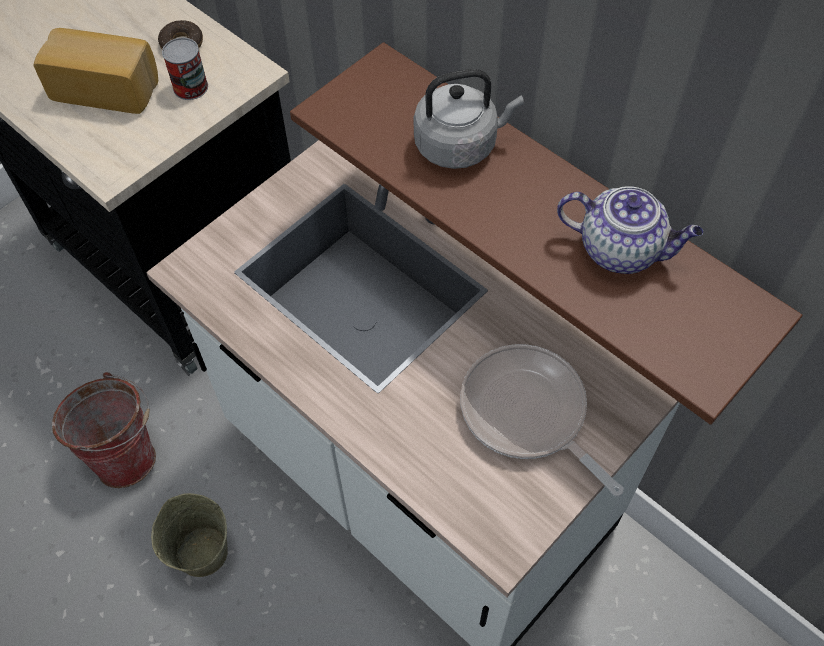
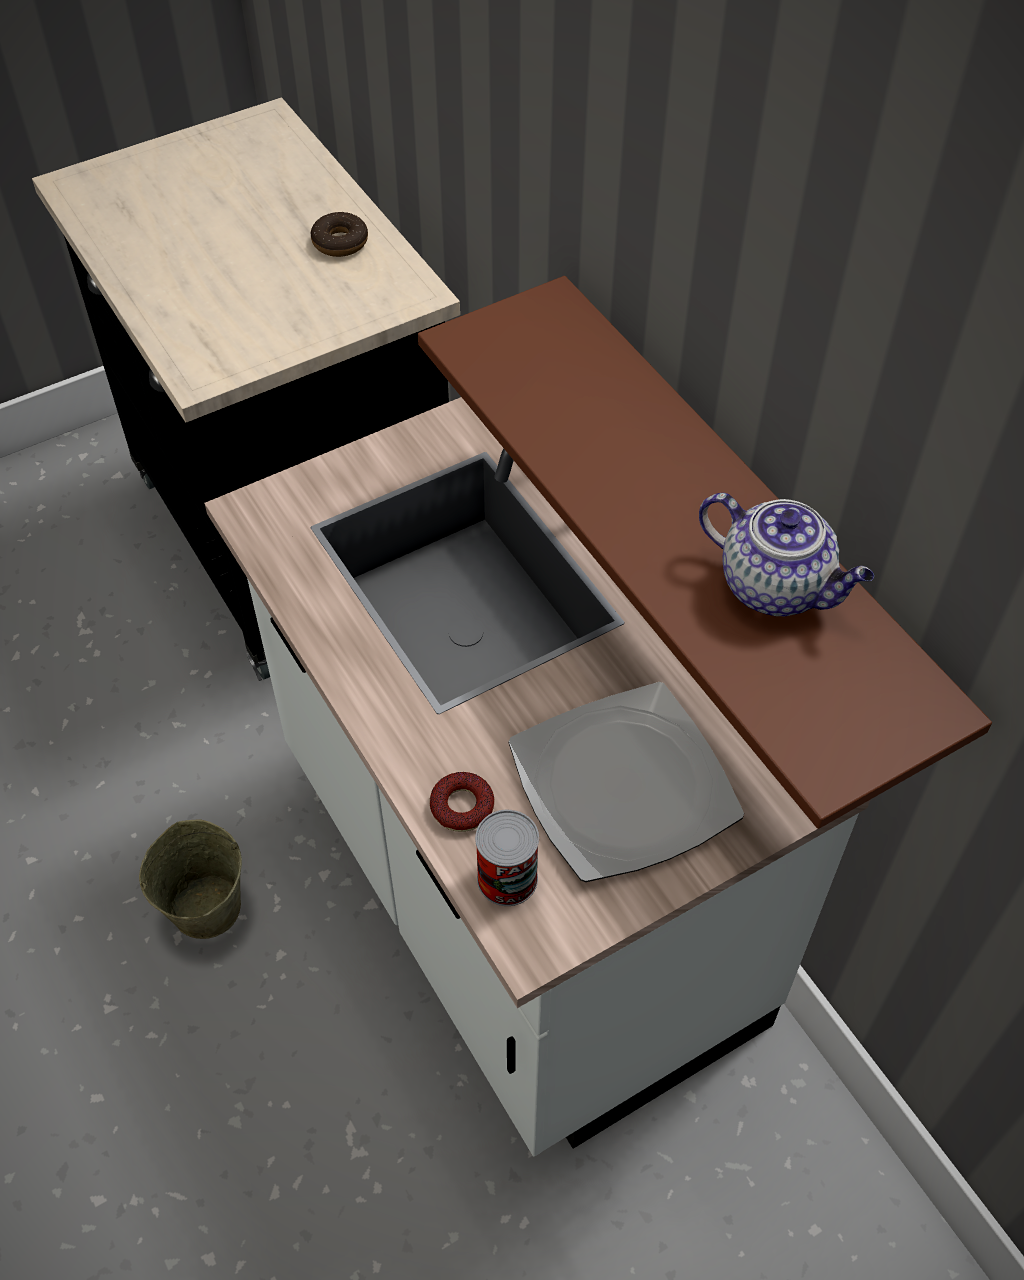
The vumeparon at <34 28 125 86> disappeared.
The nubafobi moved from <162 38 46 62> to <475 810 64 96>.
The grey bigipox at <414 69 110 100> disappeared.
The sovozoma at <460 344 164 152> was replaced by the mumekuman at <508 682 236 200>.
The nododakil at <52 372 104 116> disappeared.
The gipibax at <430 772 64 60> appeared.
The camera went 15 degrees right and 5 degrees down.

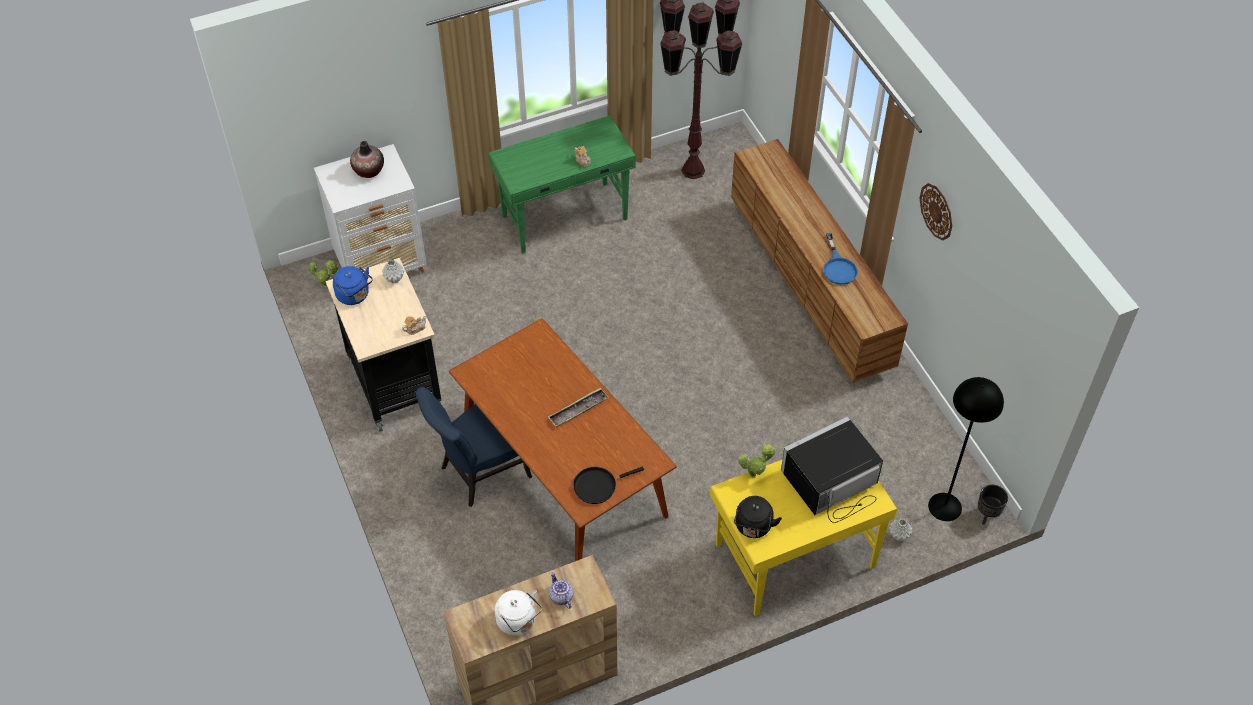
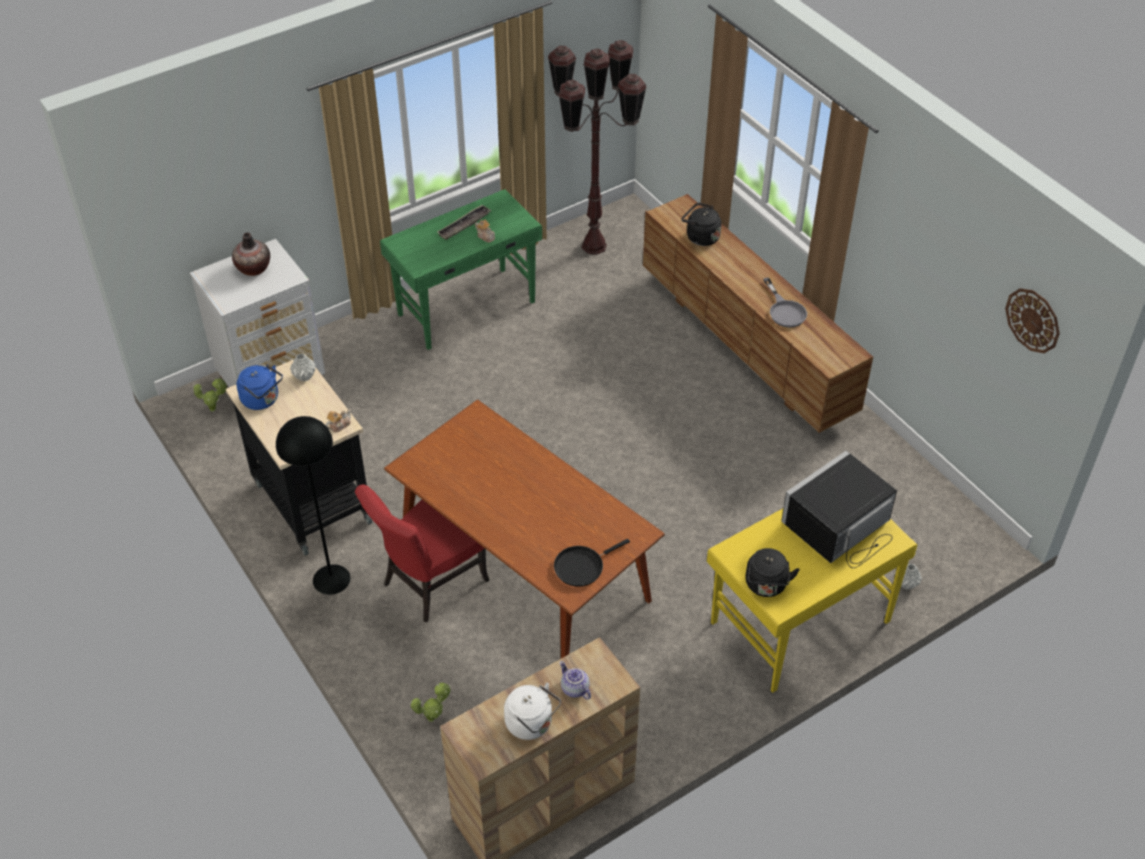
The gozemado moved from <919 183 33 58> to <1005 288 55 65>.
The blue sovozoma at <823 233 35 52> became the grey sovozoma at <763 278 44 50>.
The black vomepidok moved from <928 377 76 144> to <276 416 74 179>.
The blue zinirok at <416 387 116 120> became the red zinirok at <355 484 134 138>.
The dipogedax moved from <548 388 61 39> to <437 205 55 35>.
The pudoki moved from <739 444 37 34> to <411 683 39 39>.
The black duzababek at <978 485 30 40> disappeared.
The black bigipox at <682 203 39 43> appeared.
The camera went 10 degrees left and 5 degrees down.

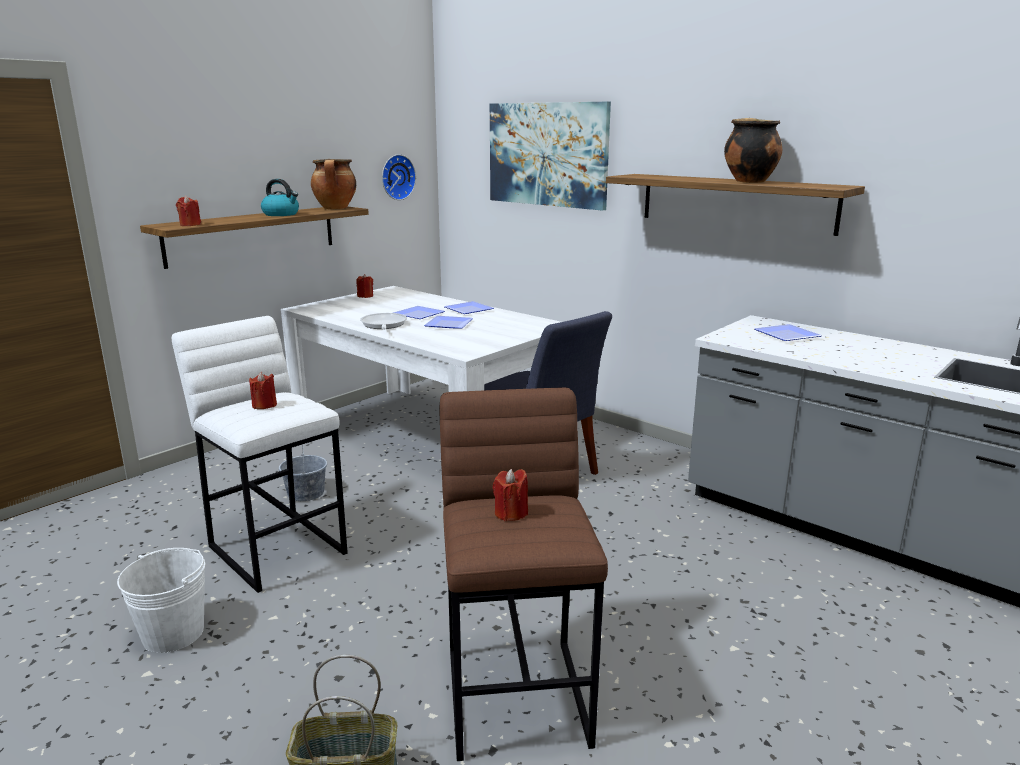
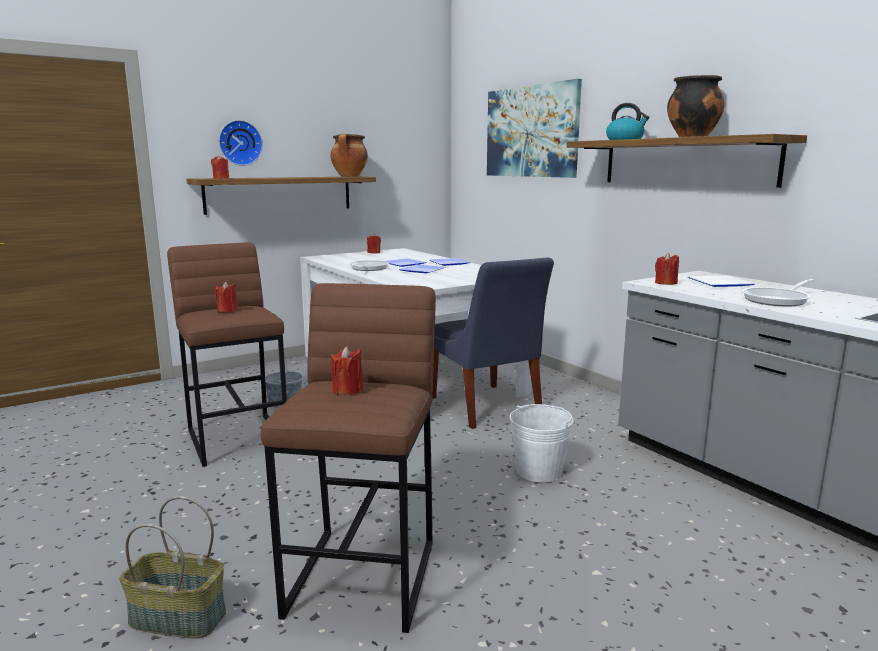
The gozemado moved from <382 154 34 46> to <219 120 44 46>.
The bigipox moved from <261 179 38 37> to <606 103 44 37>.
The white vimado at <172 316 176 277> became the brown vimado at <167 243 120 224>.
The white nododakil moved from <117 548 89 105> to <510 404 64 78>.
The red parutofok at <655 253 24 32> appeared.
The sovozoma at <742 279 72 28> appeared.
The camera went 15 degrees right and 5 degrees down.

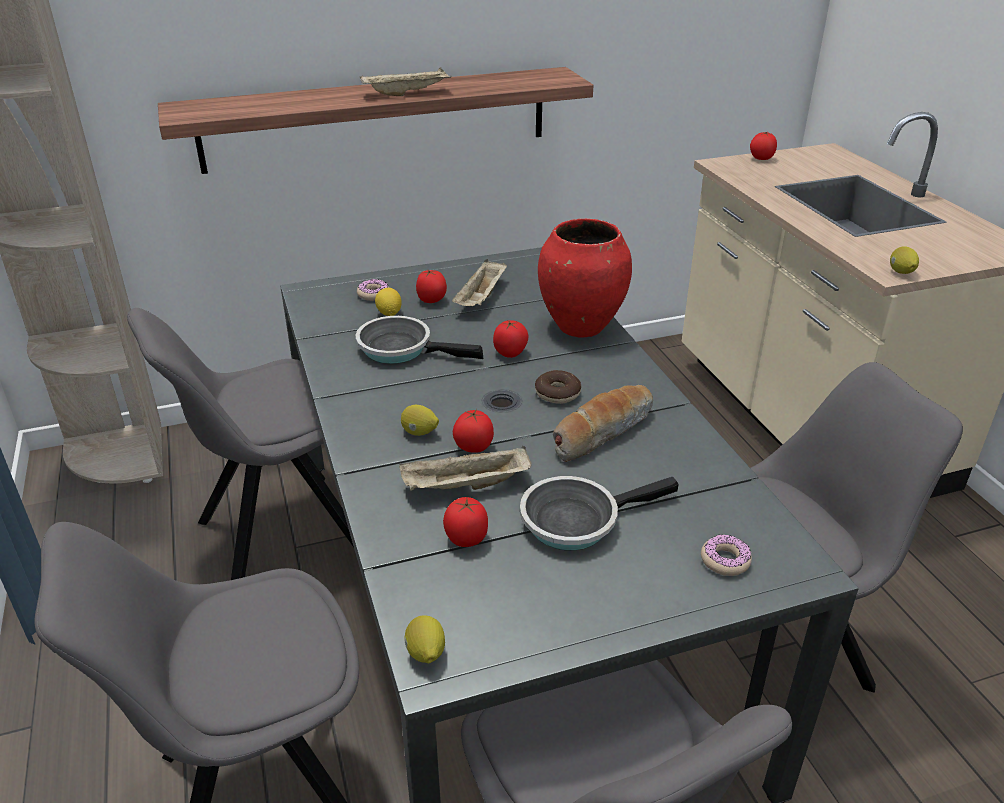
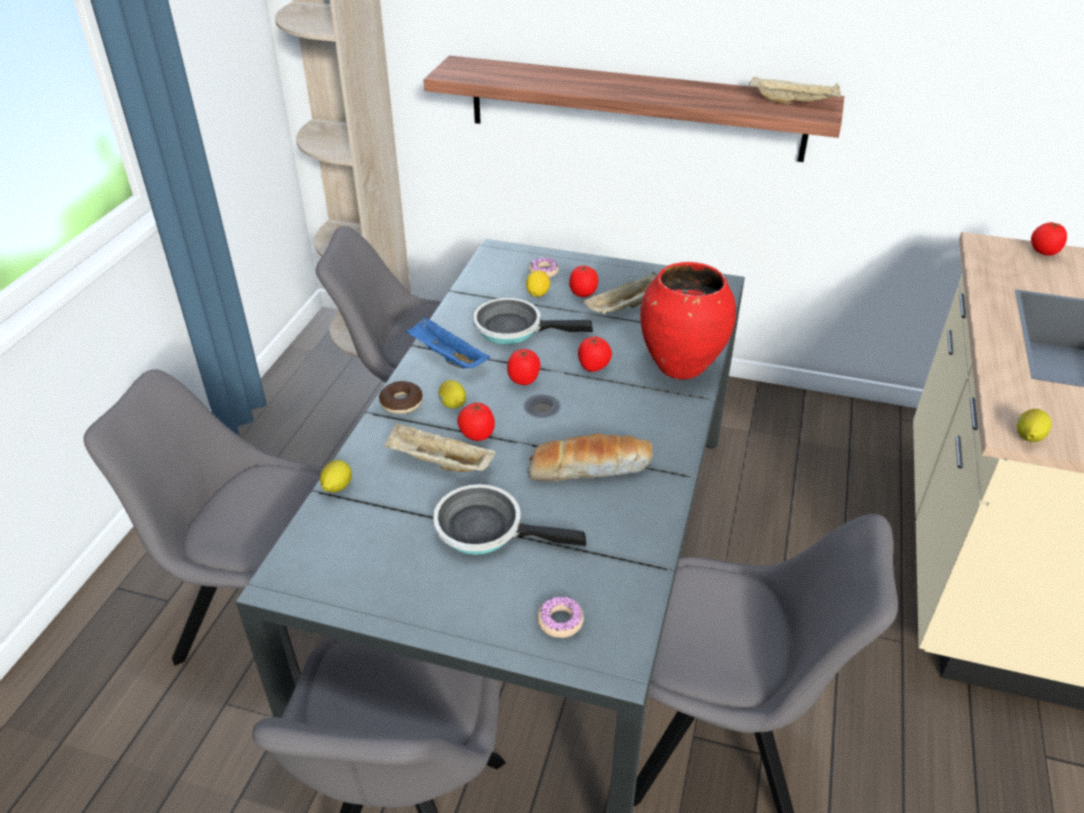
The beige dipogedax moved from <360 67 92 29> to <749 76 92 29>.
The sovozoma at <356 316 127 48> turned 45 degrees counterclockwise.
The gipibax moved from <535 370 46 34> to <379 381 44 33>.
The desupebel moved from <443 497 45 50> to <507 349 34 36>.
The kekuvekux moved from <404 615 41 48> to <320 460 32 32>.
The blue dipogedax at <406 317 84 52> appeared.
The camera went 35 degrees right and 5 degrees up.

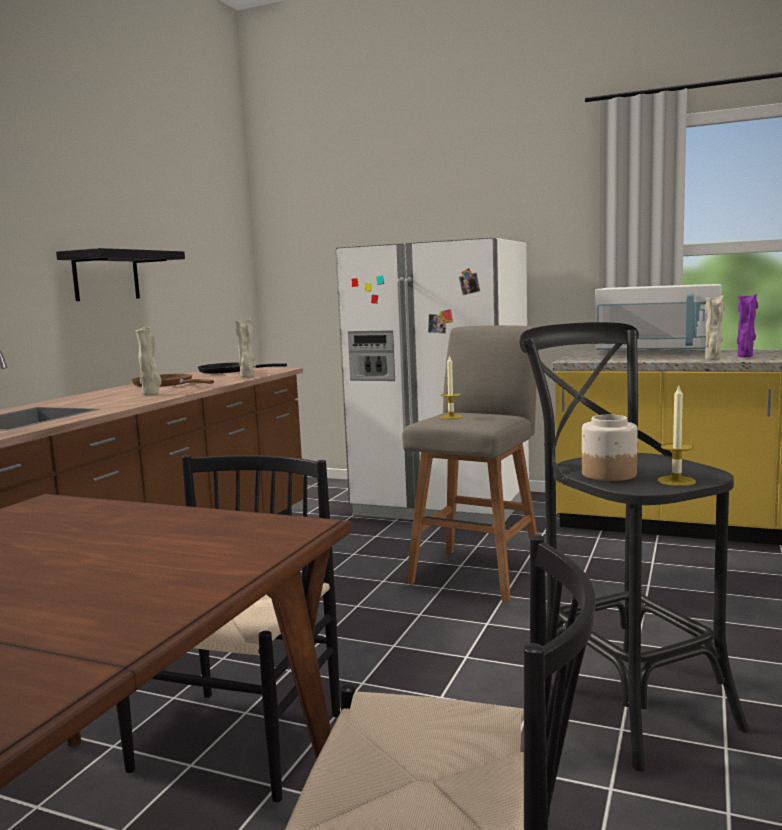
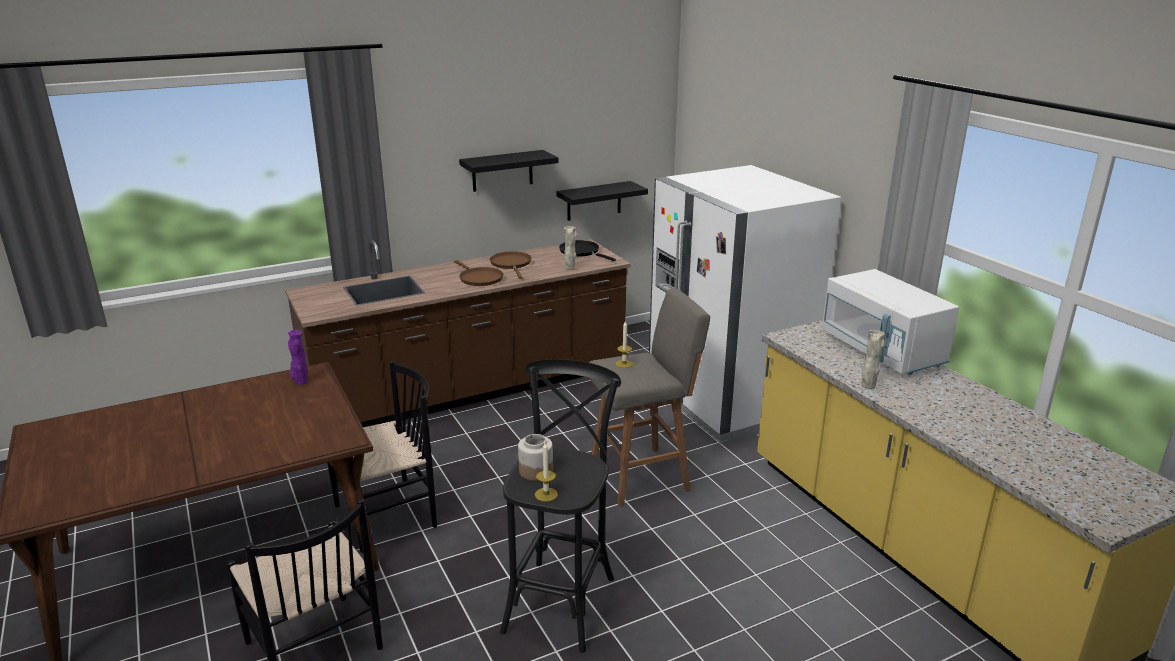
The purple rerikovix moved from <737 294 21 63> to <288 330 20 55>.
The beige rerikovix at <135 327 27 68> was replaced by the brown sovozoma at <454 260 49 26>.
The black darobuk at <556 181 92 40> appeared.
The camera went 40 degrees right and 15 degrees up.

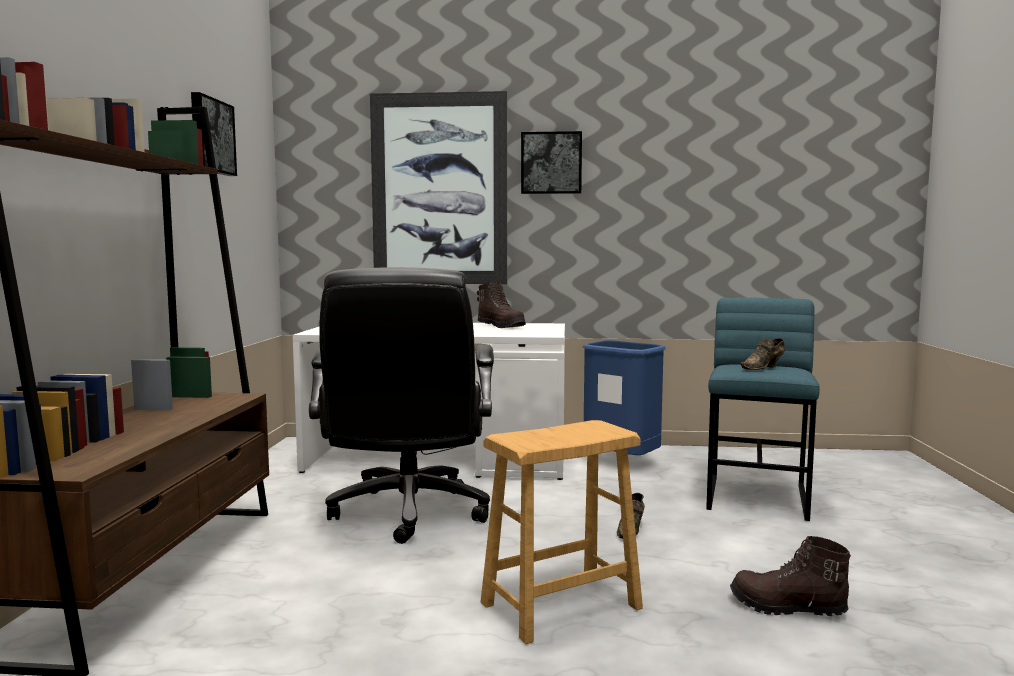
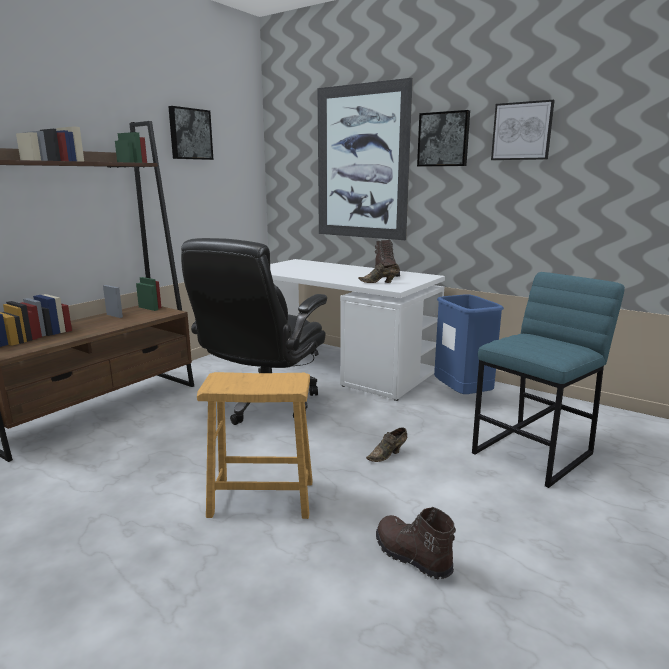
The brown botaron moved from <741 338 44 32> to <358 263 41 20>.
The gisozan at <491 100 64 60> appeared.
The camera went 30 degrees right and 10 degrees up.

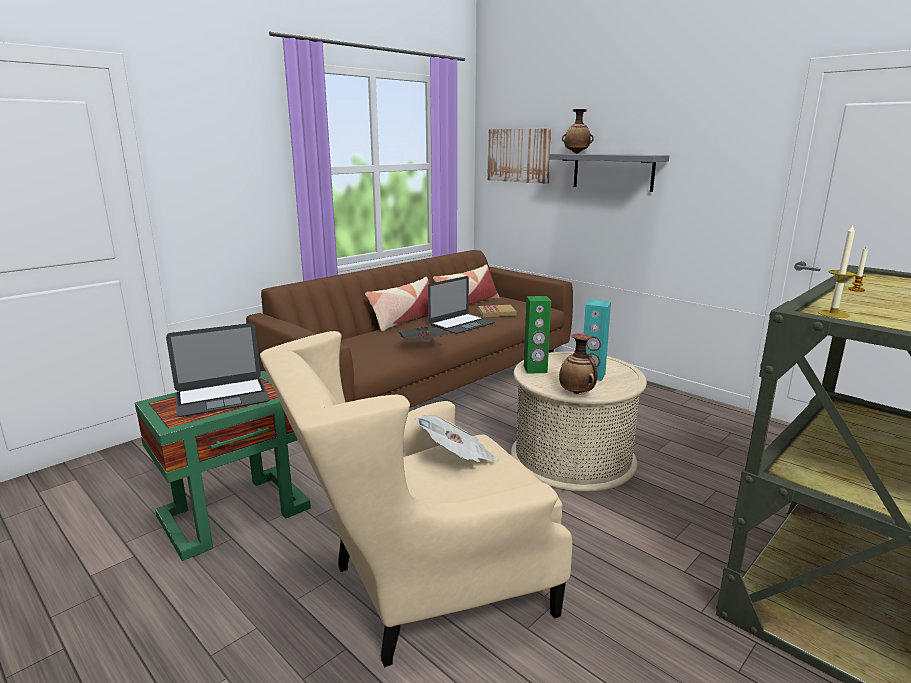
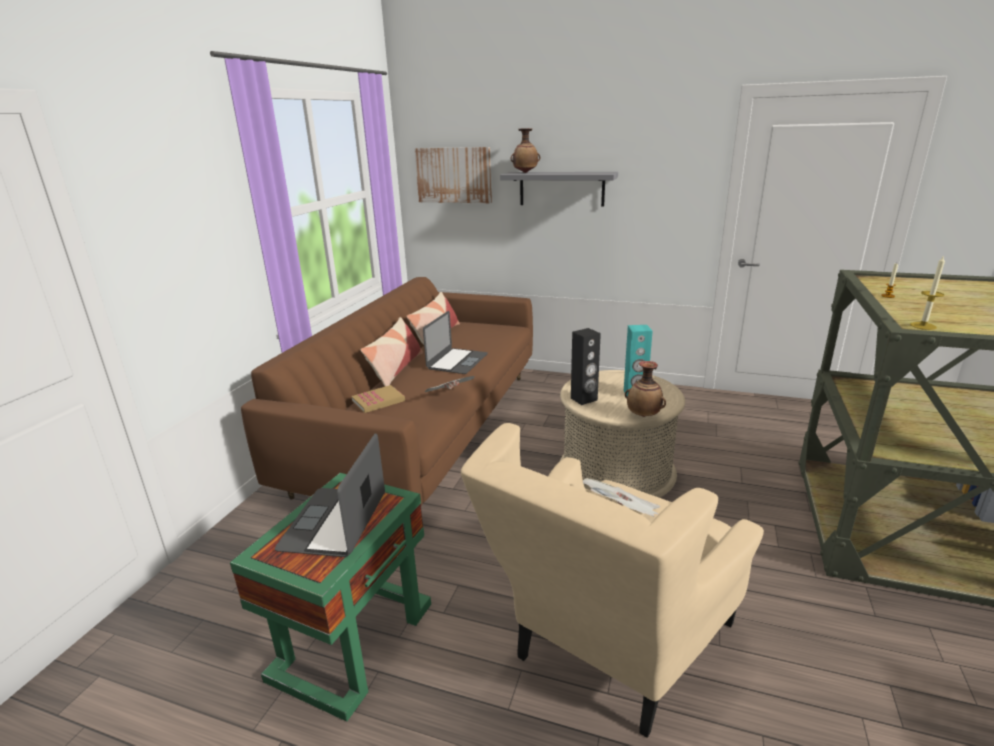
The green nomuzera at <524 296 27 78> became the black nomuzera at <571 328 30 77>.
The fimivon moved from <478 305 39 12> to <351 385 54 28>.
The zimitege at <166 323 104 94> turned 150 degrees clockwise.
The camera went 25 degrees left and 5 degrees up.

